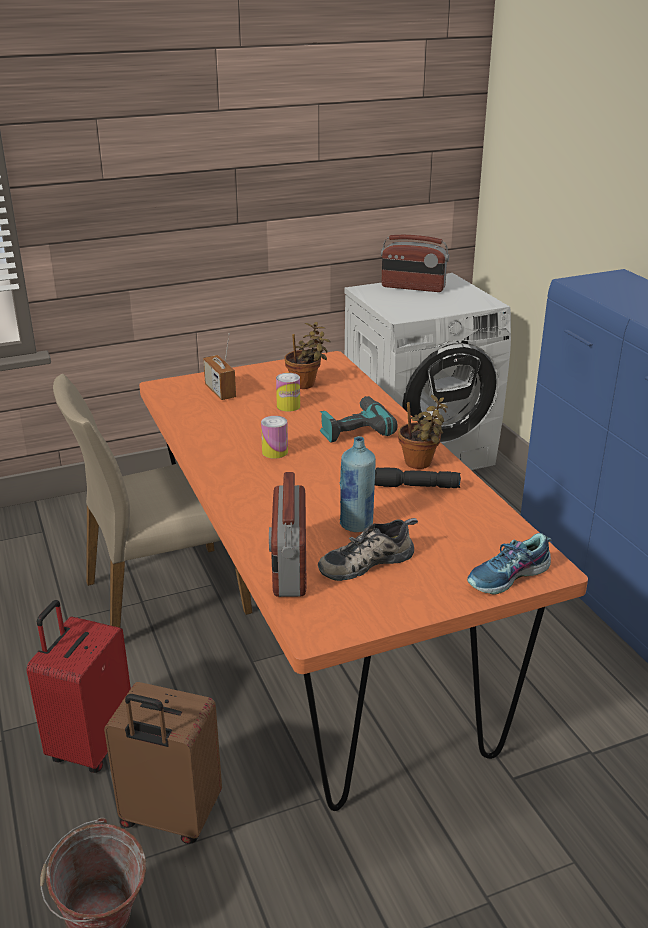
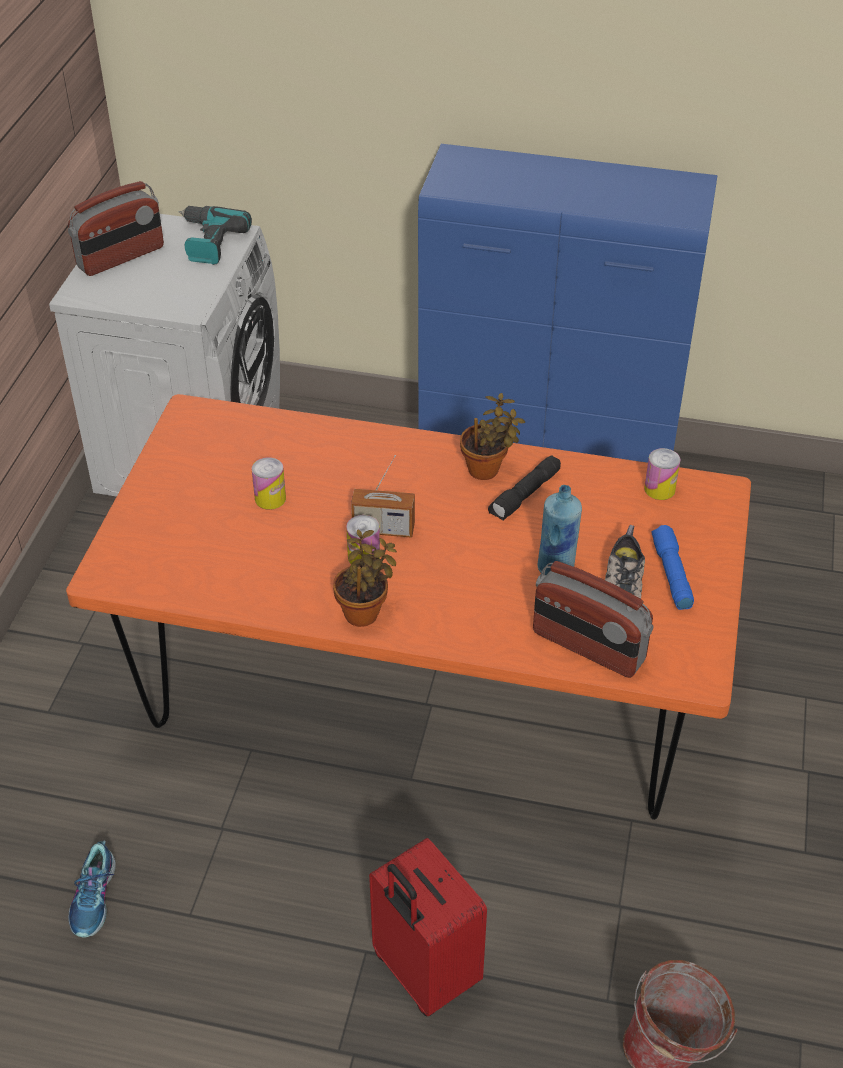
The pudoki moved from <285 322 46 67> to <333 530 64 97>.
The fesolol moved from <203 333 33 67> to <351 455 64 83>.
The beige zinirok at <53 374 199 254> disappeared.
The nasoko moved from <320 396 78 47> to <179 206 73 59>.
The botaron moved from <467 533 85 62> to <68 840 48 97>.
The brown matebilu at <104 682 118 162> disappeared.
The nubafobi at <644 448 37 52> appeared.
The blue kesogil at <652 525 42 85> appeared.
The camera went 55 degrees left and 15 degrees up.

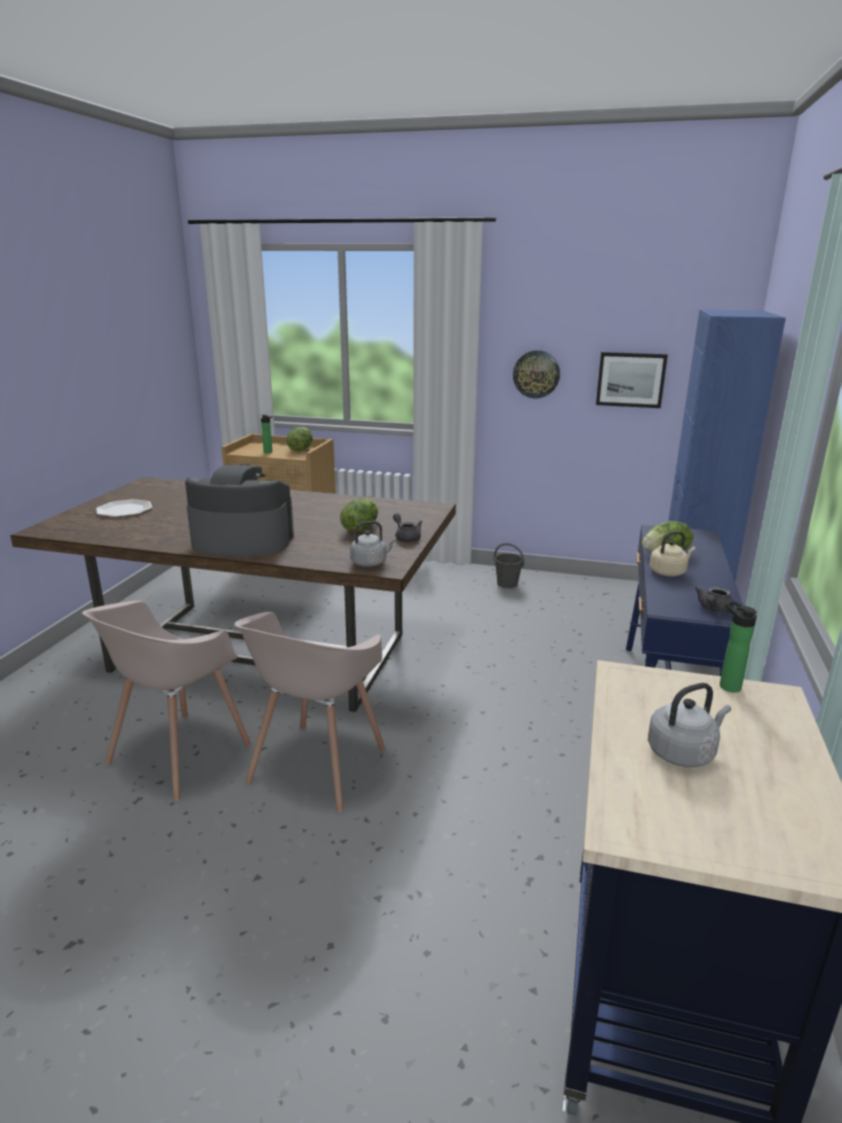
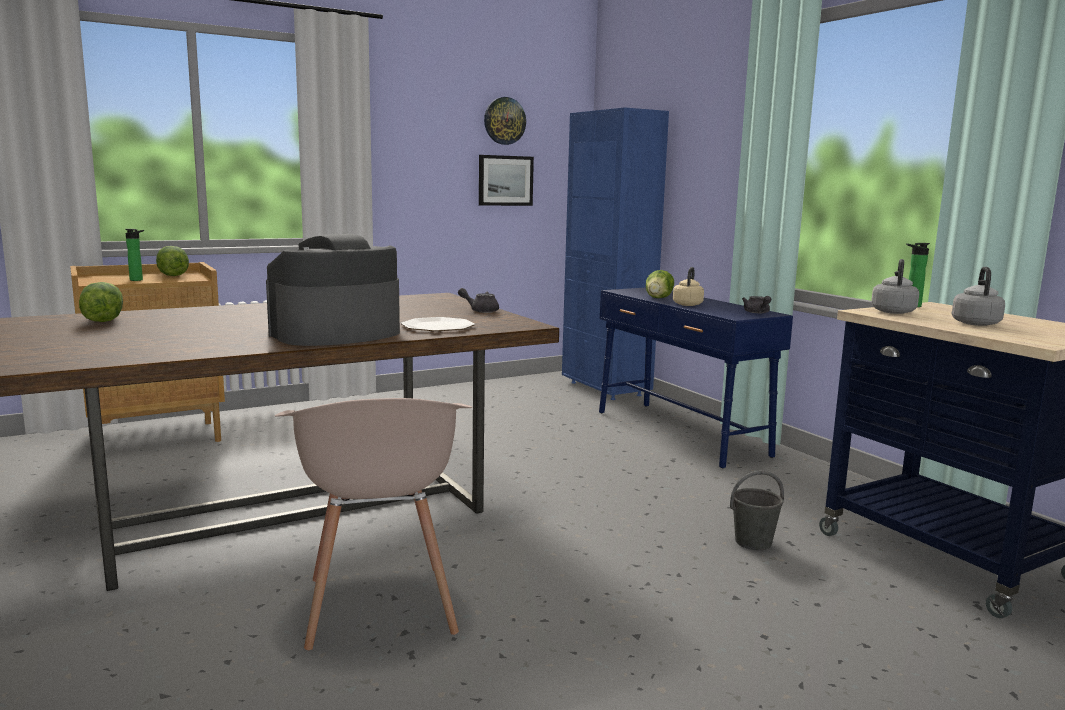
The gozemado moved from <513 350 47 48> to <484 97 42 48>.
The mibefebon moved from <340 498 38 34> to <79 282 44 40>.
The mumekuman moved from <96 499 56 18> to <401 317 74 14>.
The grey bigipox moved from <350 521 47 46> to <871 259 48 55>.
The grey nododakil moved from <494 543 30 45> to <730 470 54 80>.
The beige zinirok at <234 612 151 200> disappeared.
The camera went 45 degrees left and 10 degrees down.

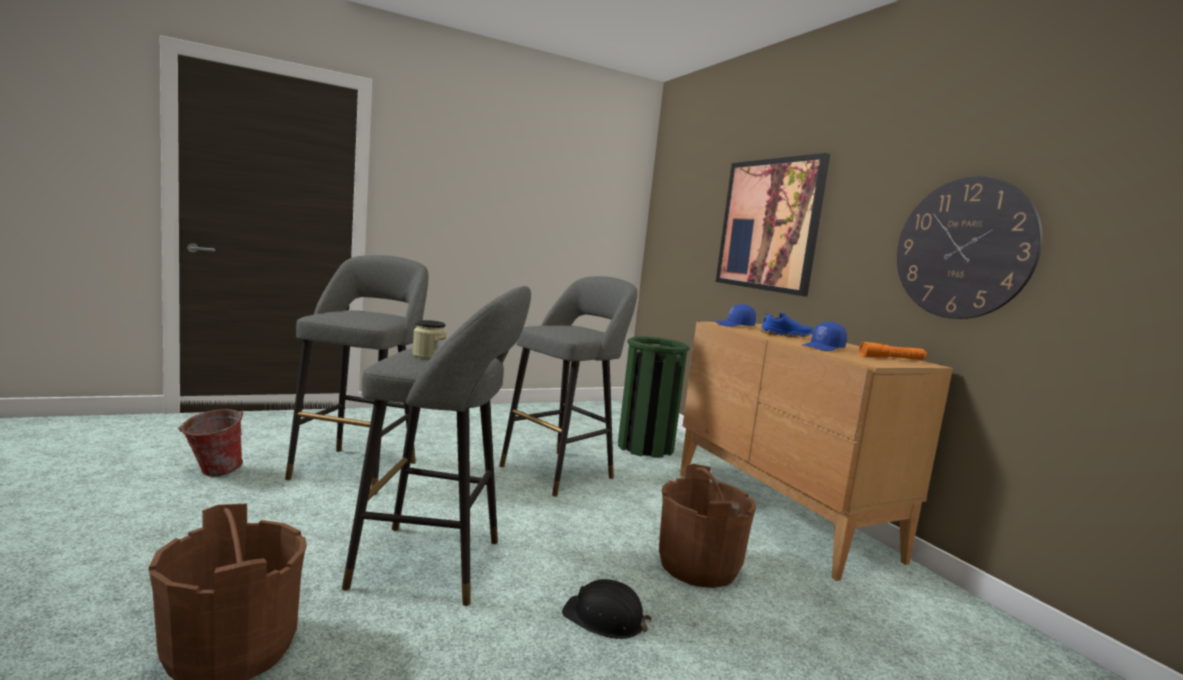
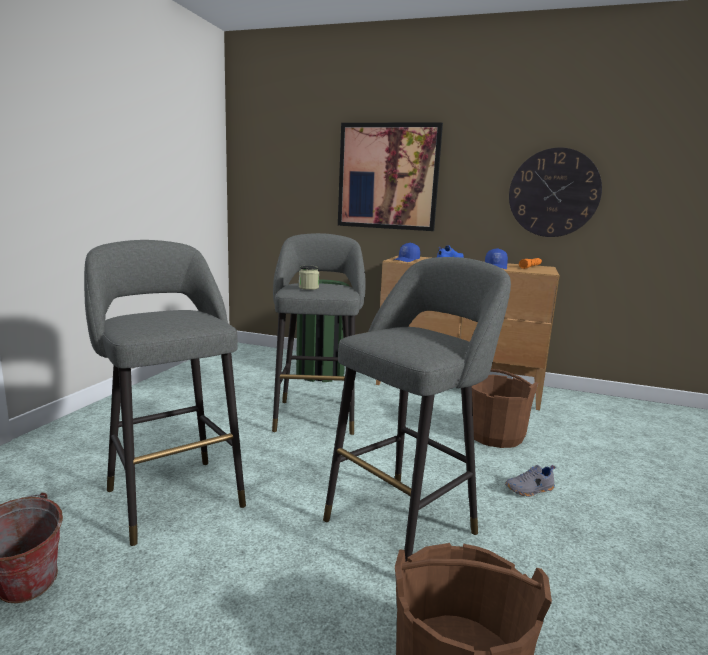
The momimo moved from <412 320 35 38> to <299 265 20 25>.
The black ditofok at <562 579 90 60> was replaced by the grey botaron at <505 465 50 32>.
The camera went 45 degrees left and 5 degrees up.

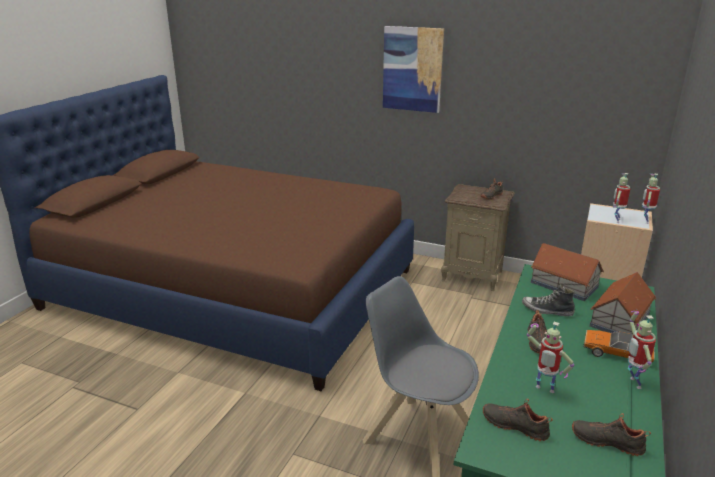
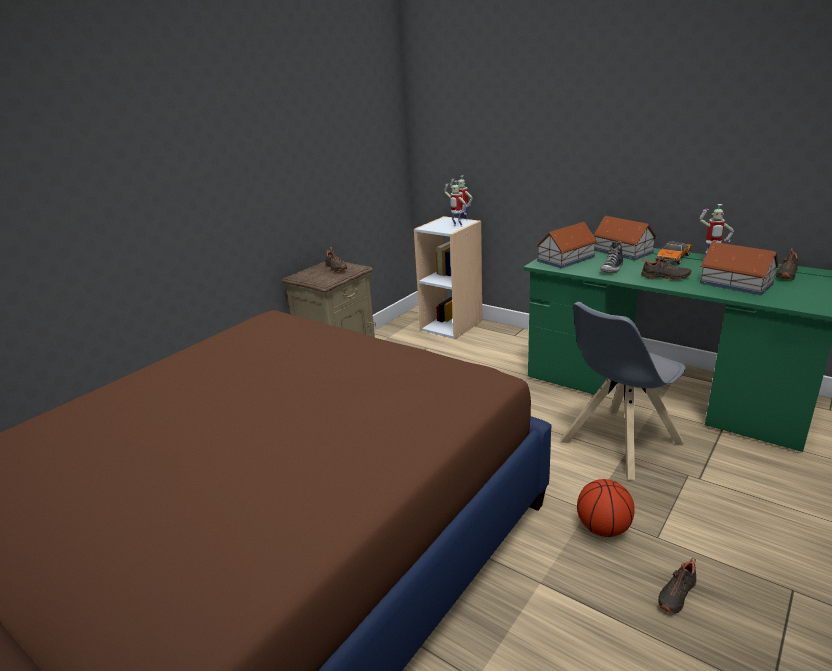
The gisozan at <383 26 61 87> disappeared.
The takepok at <527 322 47 71> was replaced by the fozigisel at <700 242 80 54>.
The black botaron moved from <483 399 70 42> to <658 558 38 56>.
The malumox at <577 479 58 58> appeared.
The camera went 75 degrees left and 0 degrees up.

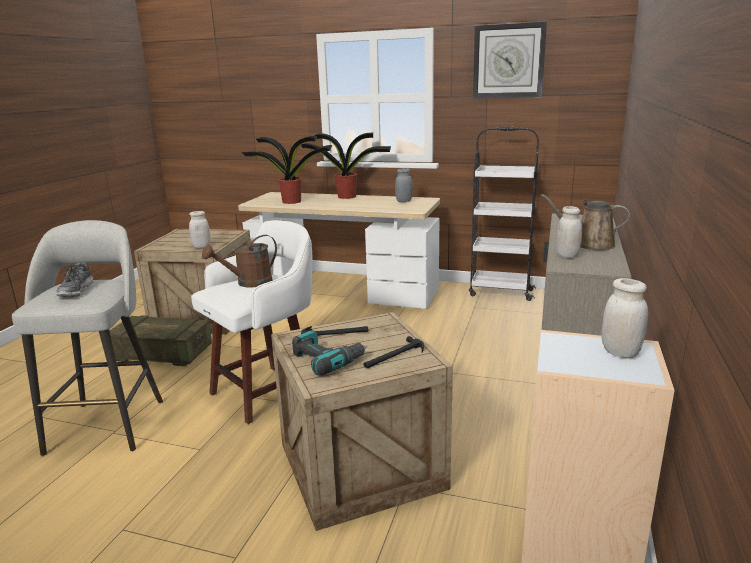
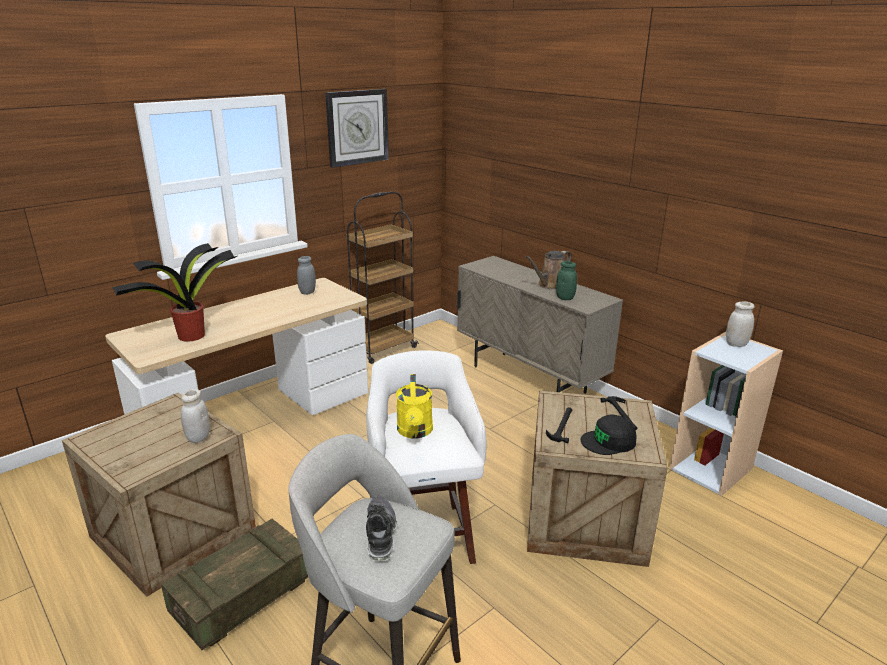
The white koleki at <469 127 70 174> became the brown koleki at <347 192 72 172>.
The pudoki at <301 133 90 66> disappeared.
The white momimo at <556 206 26 52> became the green momimo at <556 261 21 39>.
The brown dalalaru at <202 235 75 53> became the yellow dalalaru at <396 374 37 65>.
The botaron at <56 262 37 36> turned 120 degrees counterclockwise.
The nasoko at <292 330 75 46> was replaced by the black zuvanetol at <581 414 55 41>.
The camera went 60 degrees left and 5 degrees up.

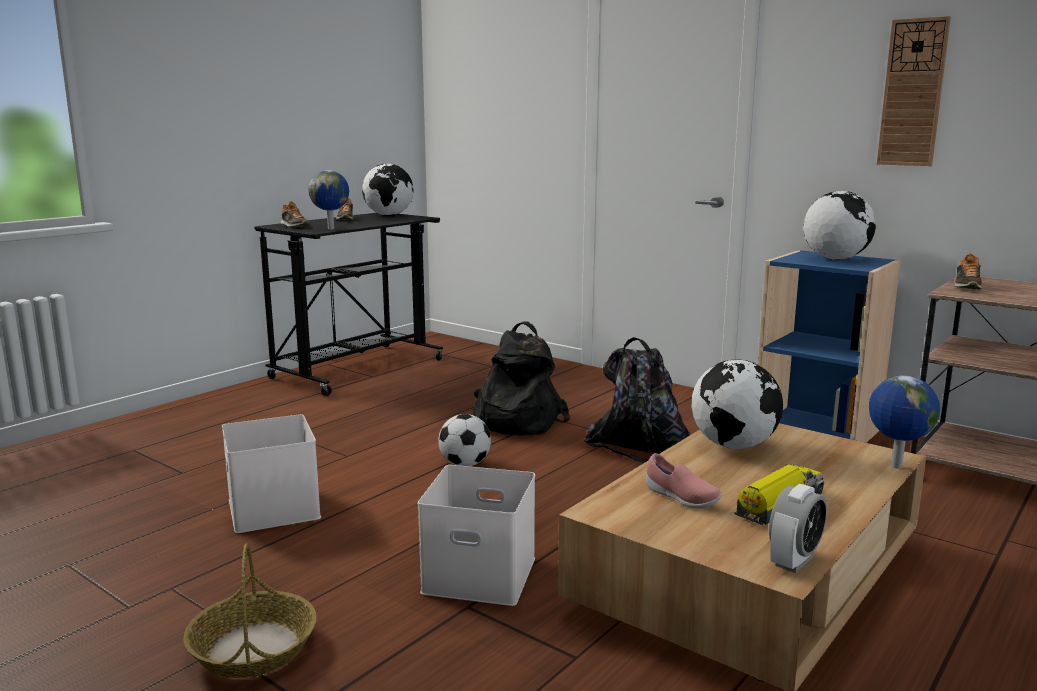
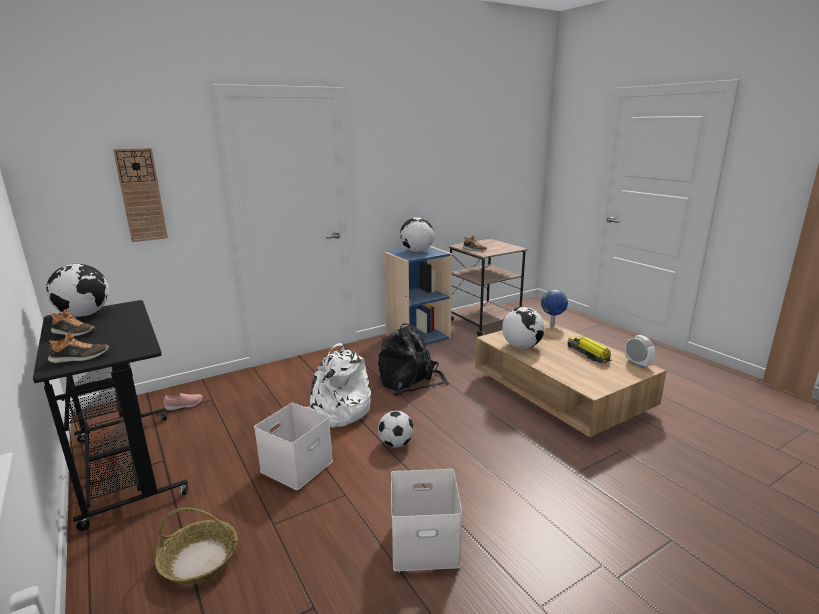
The gozemado moved from <877 16 74 150> to <113 148 55 94>.
The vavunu at <309 170 40 60> disappeared.
The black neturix at <473 321 97 114> became the white neturix at <306 343 65 85>.
The pink botaron moved from <646 453 76 55> to <164 393 38 17>.
The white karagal moved from <418 465 117 141> to <254 403 79 87>.
The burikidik moved from <183 543 134 135> to <155 508 83 77>.
The camera went 70 degrees left and 5 degrees up.

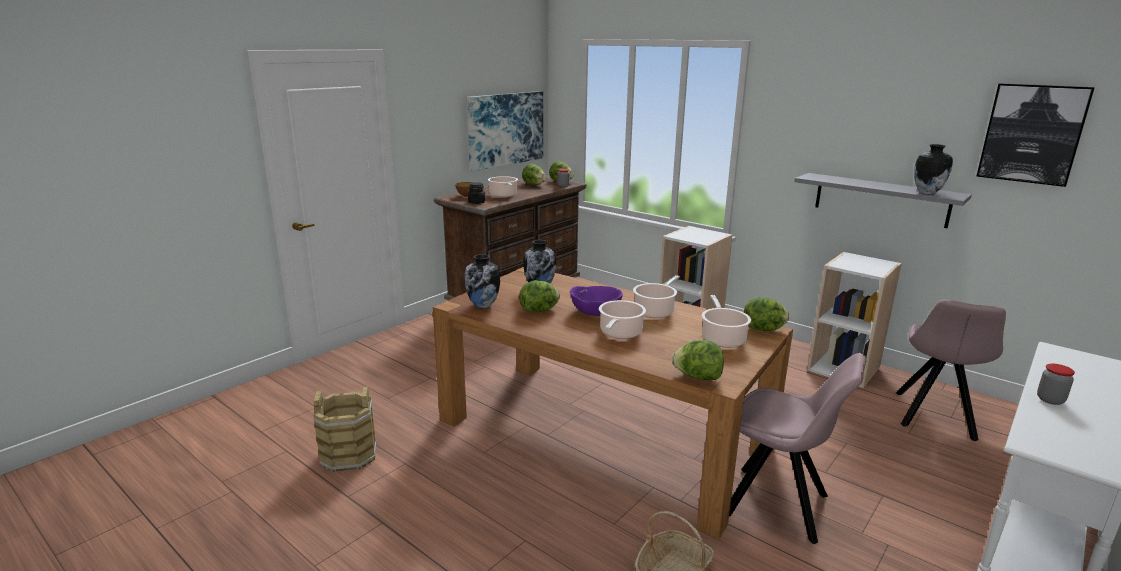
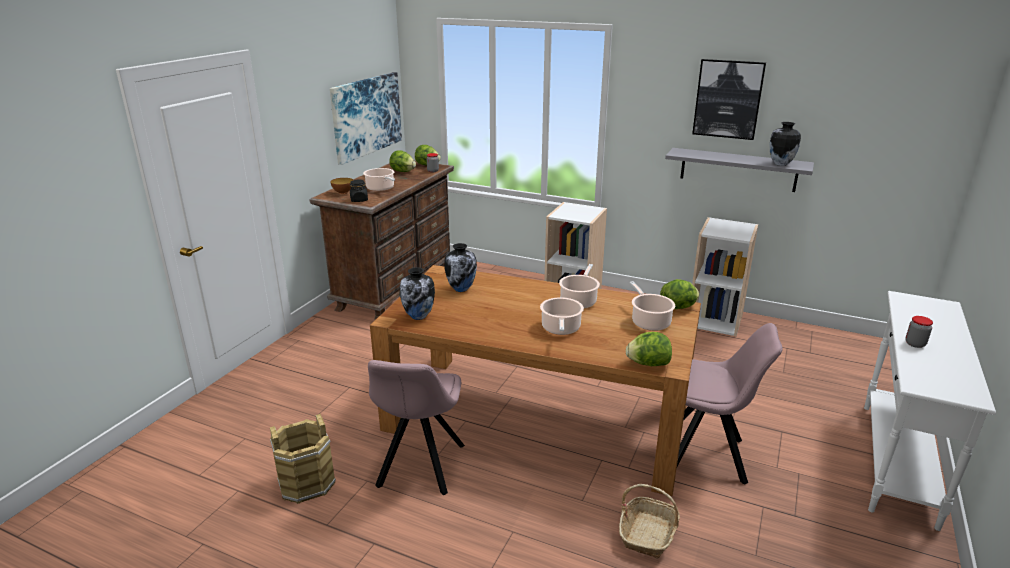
The gisozan moved from <976 83 119 104> to <692 59 74 81>.
The mibefebon at <519 280 41 32> disappeared.
The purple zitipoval at <570 286 53 30> disappeared.
The pink zinirok moved from <896 300 110 141> to <368 360 97 135>.
The camera went 15 degrees left and 5 degrees up.

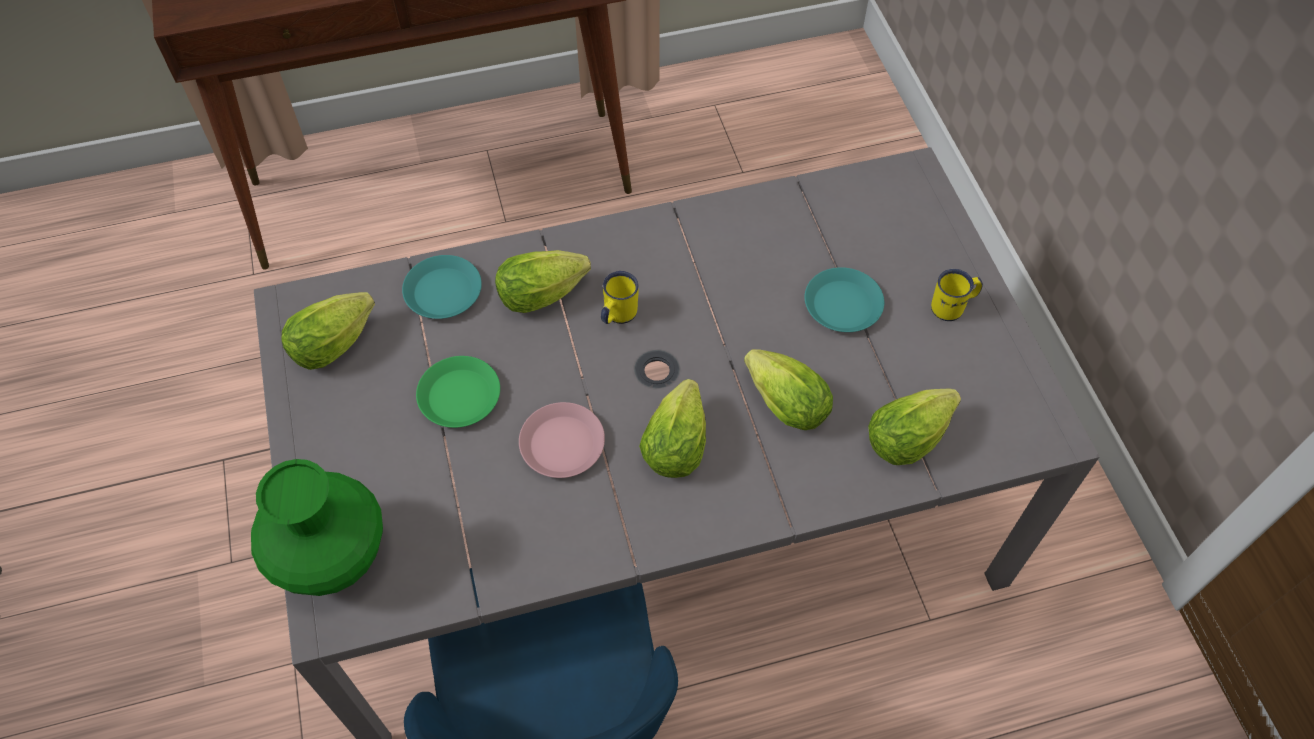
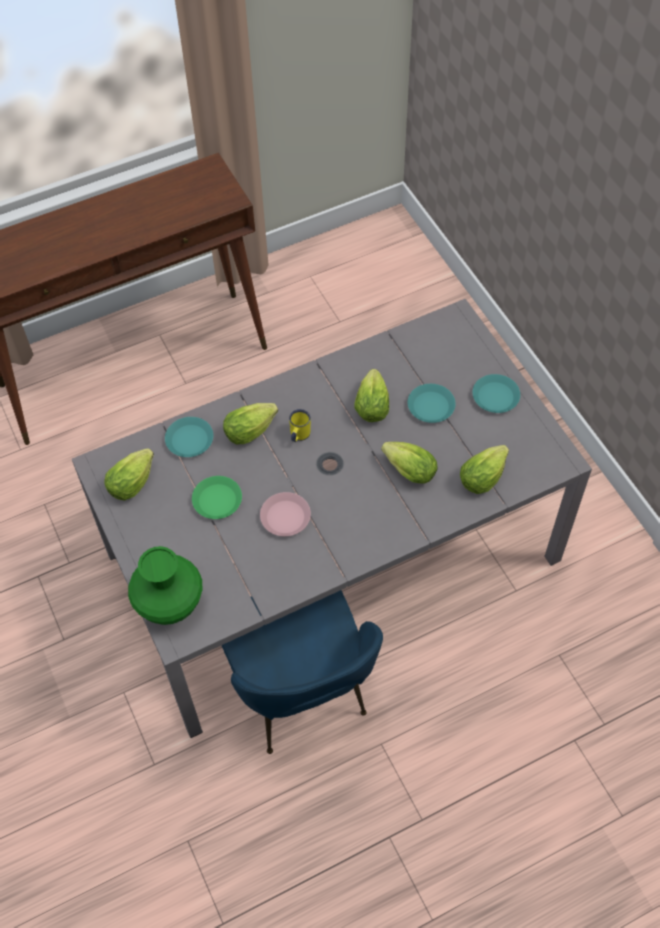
The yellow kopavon at <931 269 52 52> was replaced by the turquoise mumekuman at <472 374 48 39>.
The mibefebon moved from <639 379 67 99> to <354 369 35 53>.
The camera went 10 degrees left and 0 degrees up.

